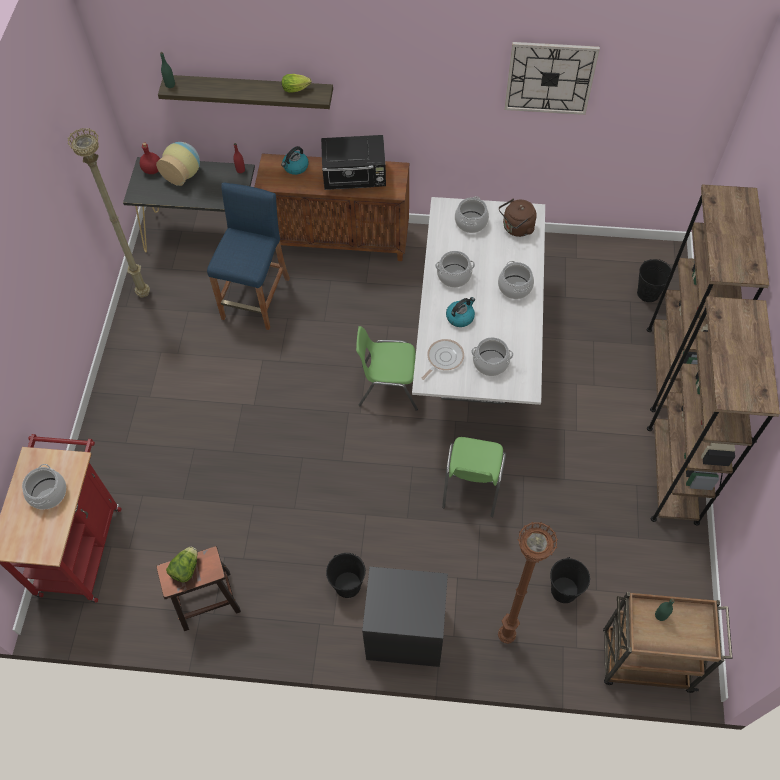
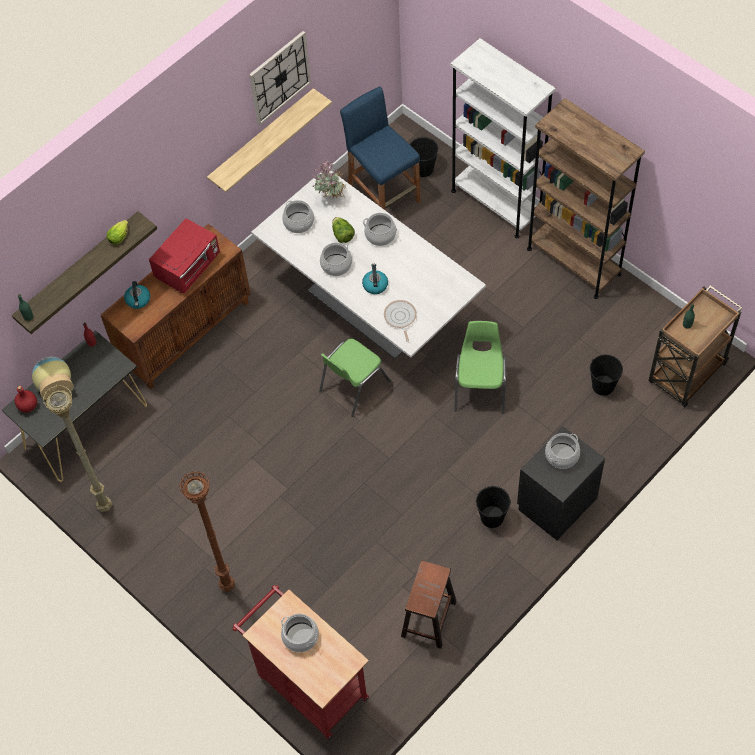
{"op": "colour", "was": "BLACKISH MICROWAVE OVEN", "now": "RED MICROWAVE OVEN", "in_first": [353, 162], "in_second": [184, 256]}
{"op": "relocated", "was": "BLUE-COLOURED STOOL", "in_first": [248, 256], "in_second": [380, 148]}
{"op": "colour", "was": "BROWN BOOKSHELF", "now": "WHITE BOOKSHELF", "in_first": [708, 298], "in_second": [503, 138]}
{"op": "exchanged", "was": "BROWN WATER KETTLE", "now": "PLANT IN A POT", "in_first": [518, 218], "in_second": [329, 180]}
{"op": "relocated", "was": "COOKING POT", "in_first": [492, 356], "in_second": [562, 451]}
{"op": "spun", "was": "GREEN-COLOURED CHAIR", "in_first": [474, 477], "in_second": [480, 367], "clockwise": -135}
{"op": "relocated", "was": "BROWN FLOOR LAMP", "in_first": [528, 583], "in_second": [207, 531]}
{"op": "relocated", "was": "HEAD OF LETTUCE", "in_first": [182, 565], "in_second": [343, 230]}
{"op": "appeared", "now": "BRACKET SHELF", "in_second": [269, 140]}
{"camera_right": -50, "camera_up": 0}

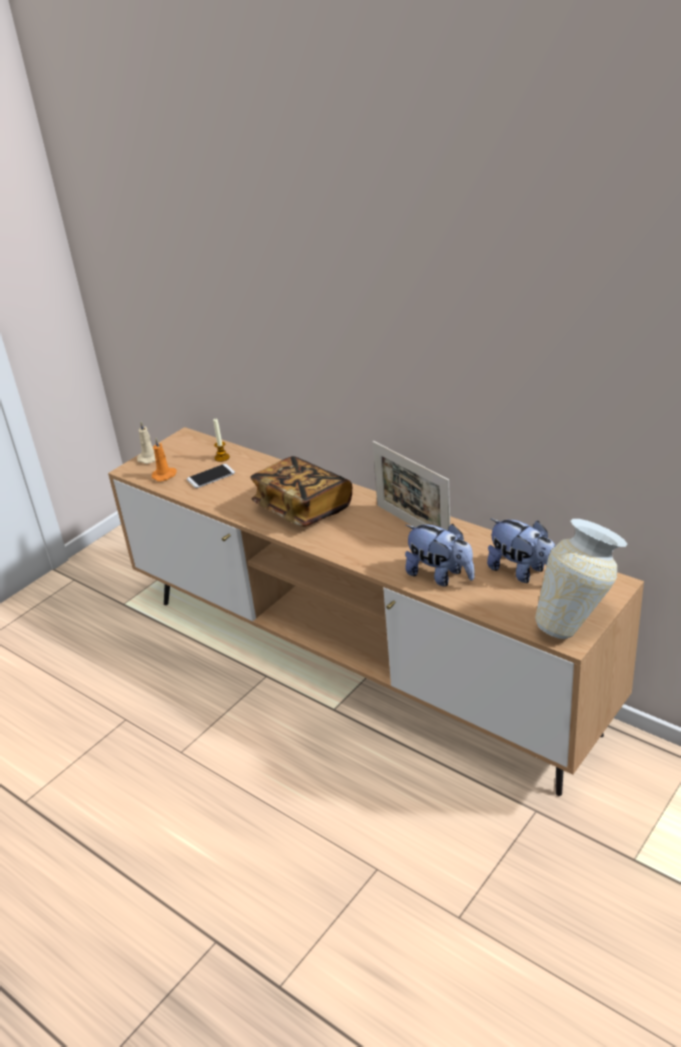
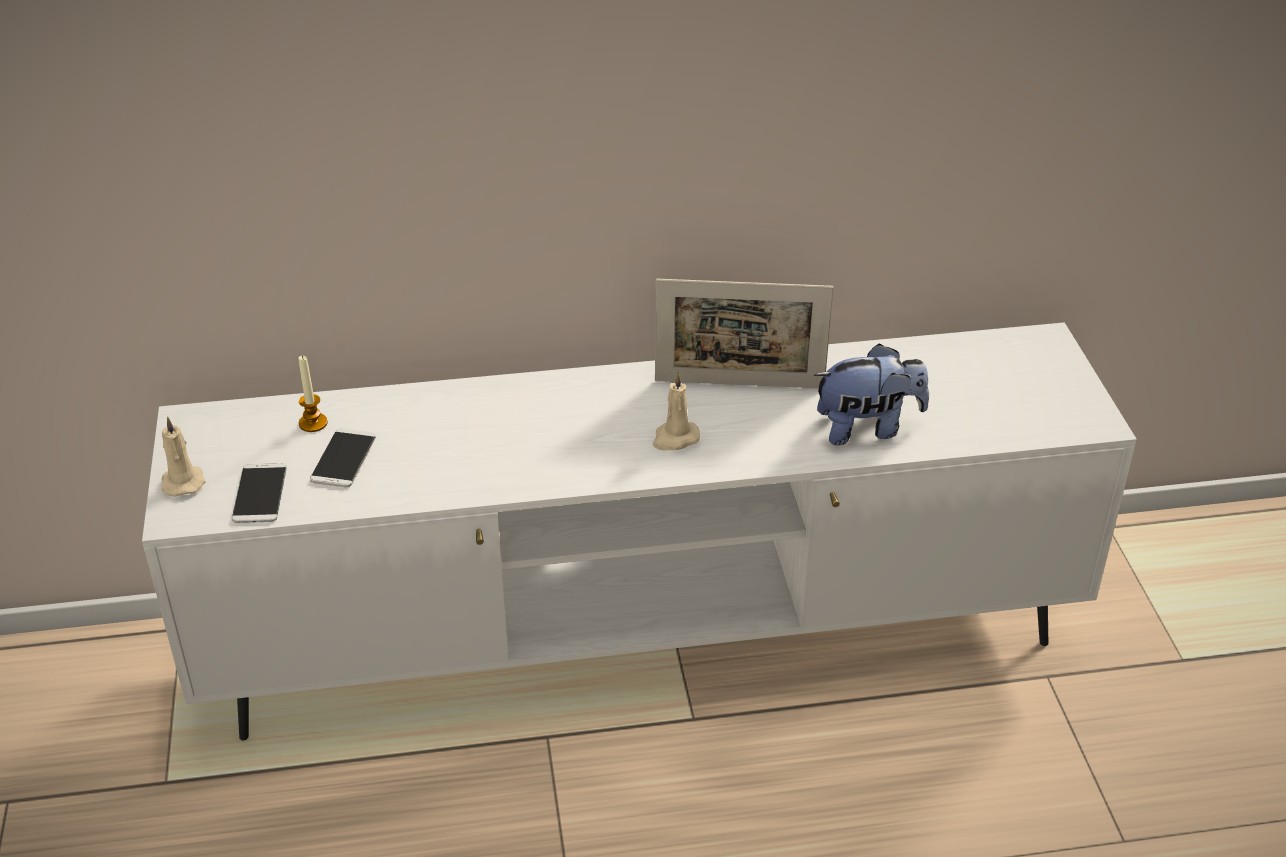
{"op": "colour", "was": "BROWN TV UNIT", "now": "WHITE TV UNIT", "in_first": [376, 611], "in_second": [639, 531]}
{"op": "exchanged", "was": "ORANGEY CANDLE", "now": "TELEPHONE", "in_first": [164, 460], "in_second": [259, 493]}
{"op": "missing", "was": "BOUND BOOK", "in_first": [301, 491]}
{"op": "missing", "was": "CUDDLY TOY", "in_first": [521, 551]}
{"op": "missing", "was": "VASE", "in_first": [581, 579]}
{"op": "appeared", "now": "BEIGE-COLOURED CANDLE", "in_second": [676, 411]}
{"camera_right": -50, "camera_up": 5}

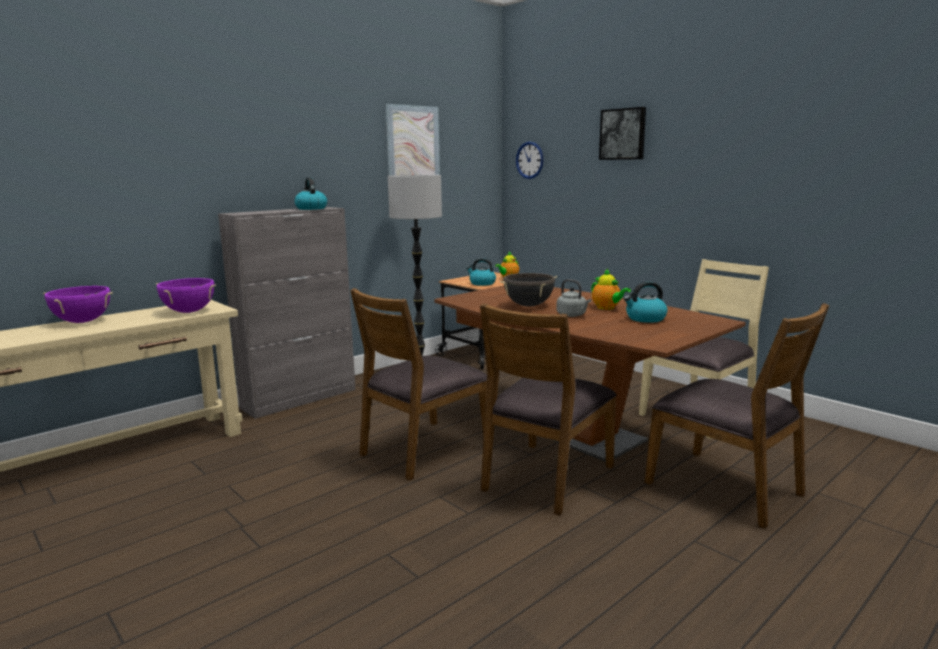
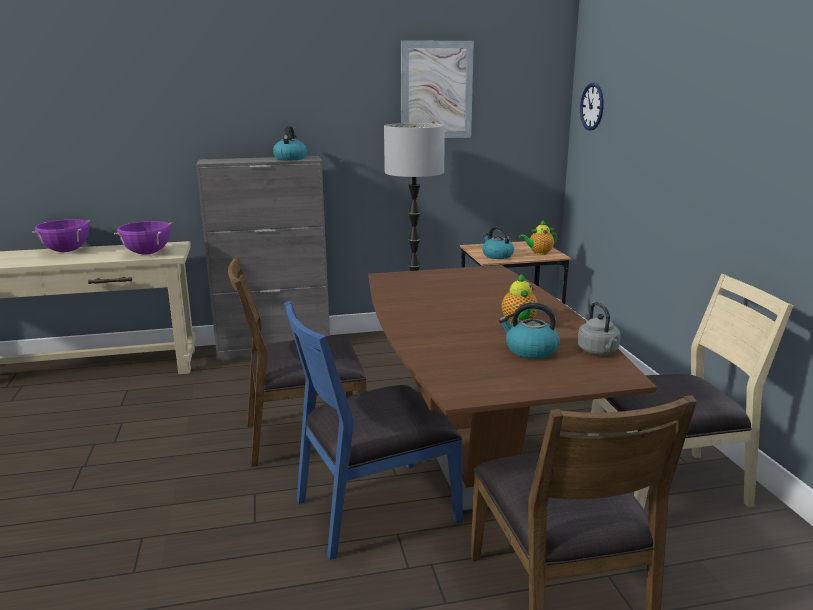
{"op": "missing", "was": "WALL PICTURE", "in_first": [622, 133]}
{"op": "missing", "was": "BLACKISH COOKING POT", "in_first": [528, 289]}
{"op": "relocated", "was": "GREY WATER KETTLE", "in_first": [573, 298], "in_second": [599, 328]}
{"op": "colour", "was": "BROWN CHAIR", "now": "BLUE-COLOURED CHAIR", "in_first": [548, 409], "in_second": [373, 430]}
{"camera_right": 30, "camera_up": 5}

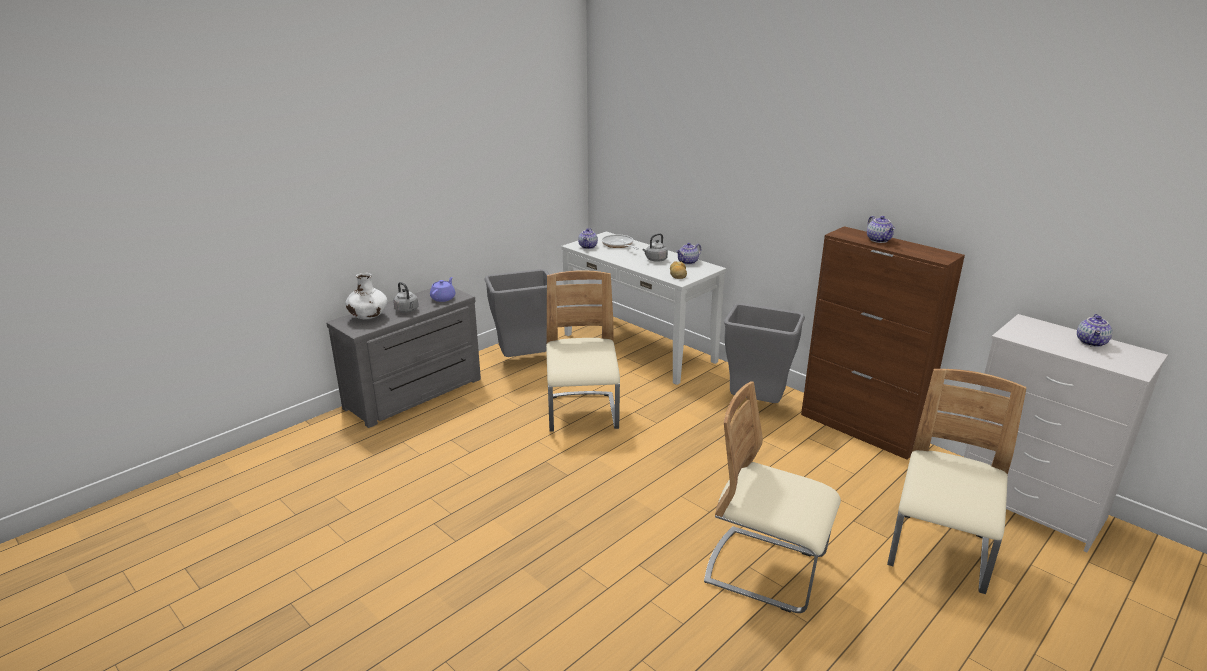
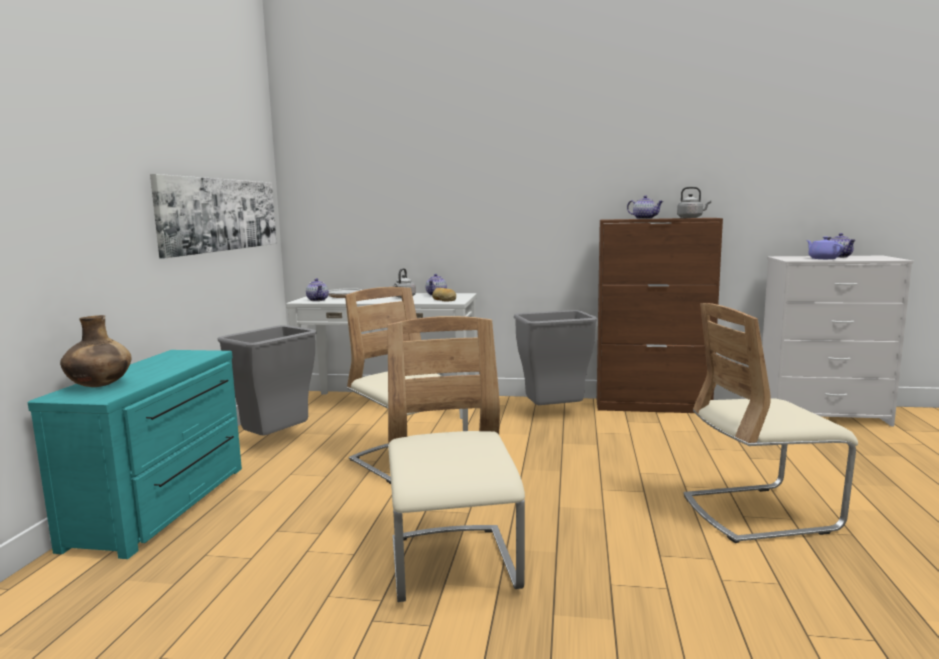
{"op": "colour", "was": "WHITE VASE", "now": "BROWN VASE", "in_first": [366, 296], "in_second": [96, 351]}
{"op": "relocated", "was": "PURPLE-COLOURED POT FOR TEA", "in_first": [442, 289], "in_second": [824, 247]}
{"op": "relocated", "was": "GREY WATER KETTLE", "in_first": [406, 297], "in_second": [694, 202]}
{"op": "colour", "was": "GREY CHEST OF DRAWERS", "now": "TURQUOISE CHEST OF DRAWERS", "in_first": [404, 358], "in_second": [135, 454]}
{"op": "relocated", "was": "BEIGE-COLOURED CHAIR", "in_first": [956, 481], "in_second": [456, 459]}
{"op": "appeared", "now": "WALL PICTURE", "in_second": [213, 216]}
{"camera_right": -35, "camera_up": -15}

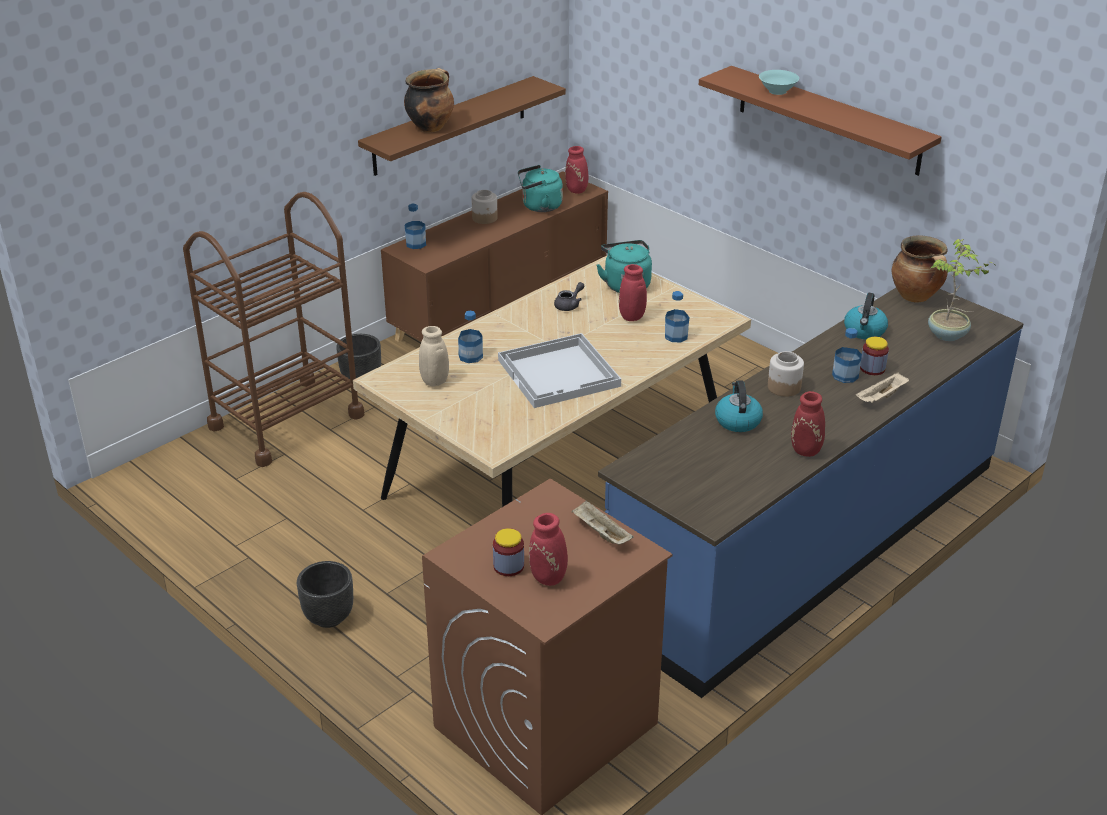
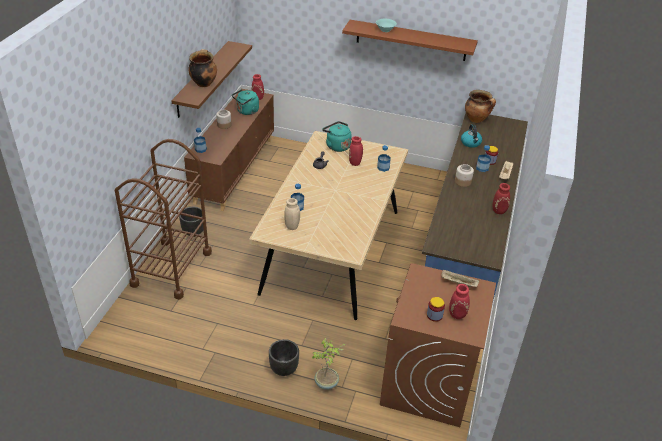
{"op": "relocated", "was": "PLANT IN A POT", "in_first": [962, 290], "in_second": [328, 364]}
{"op": "missing", "was": "WHITE TRAY", "in_first": [559, 370]}
{"op": "missing", "was": "WATER KETTLE", "in_first": [739, 406]}
{"camera_right": -30, "camera_up": 5}

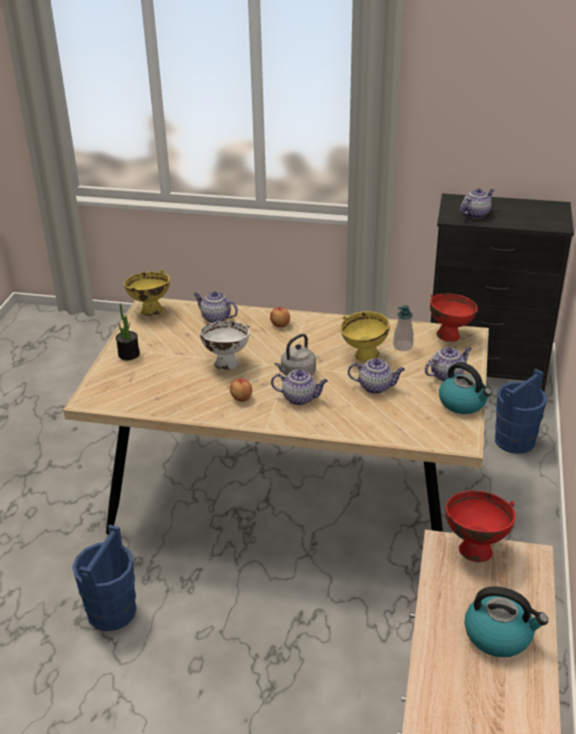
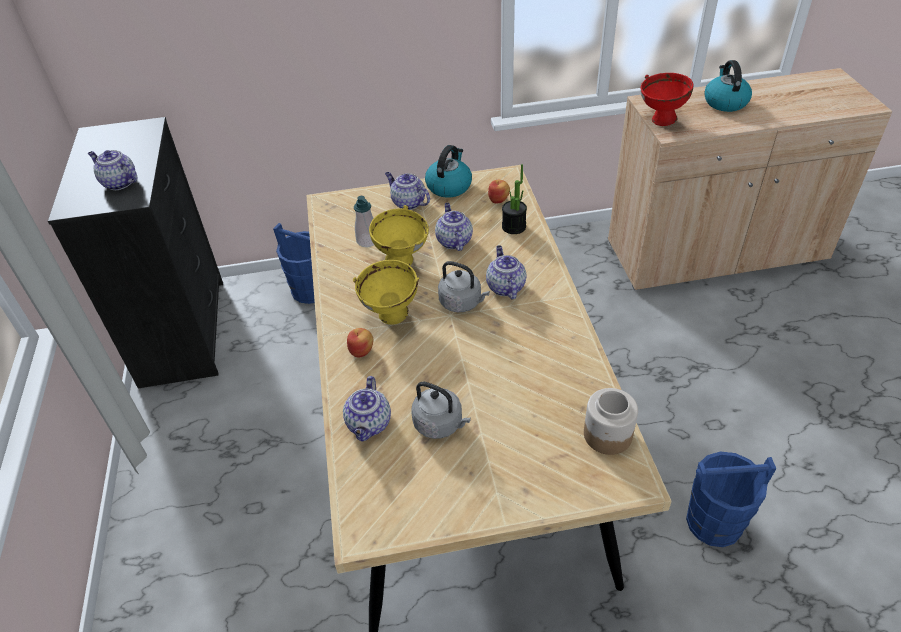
{"op": "relocated", "was": "YELLOWISH SERVING BOWL", "in_first": [147, 292], "in_second": [386, 292]}
{"op": "missing", "was": "RED SERVING BOWL", "in_first": [454, 317]}
{"op": "relocated", "was": "PLANT IN A POT", "in_first": [128, 331], "in_second": [514, 199]}
{"op": "missing", "was": "WHITE SERVING BOWL", "in_first": [225, 345]}
{"op": "relocated", "was": "APPLE FRUIT", "in_first": [241, 390], "in_second": [499, 192]}
{"op": "appeared", "now": "GREY WATER KETTLE", "in_second": [441, 410]}
{"op": "appeared", "now": "STORAGE JAR", "in_second": [611, 421]}
{"camera_right": -110, "camera_up": 10}

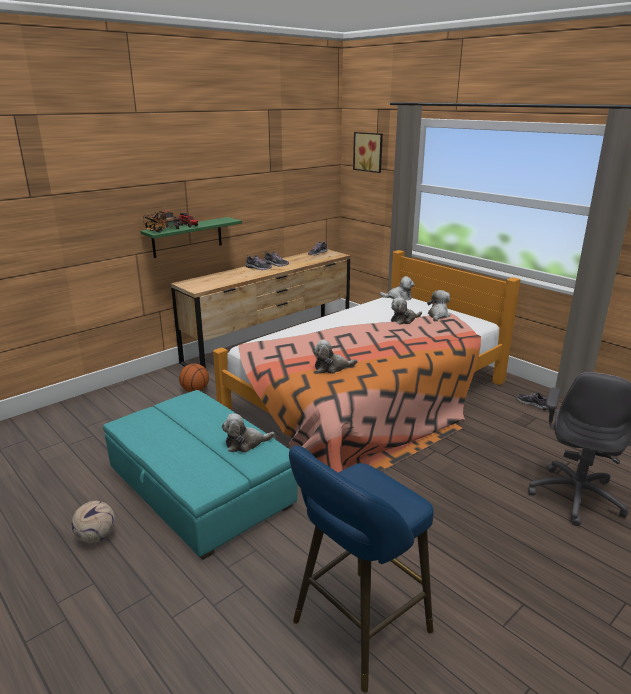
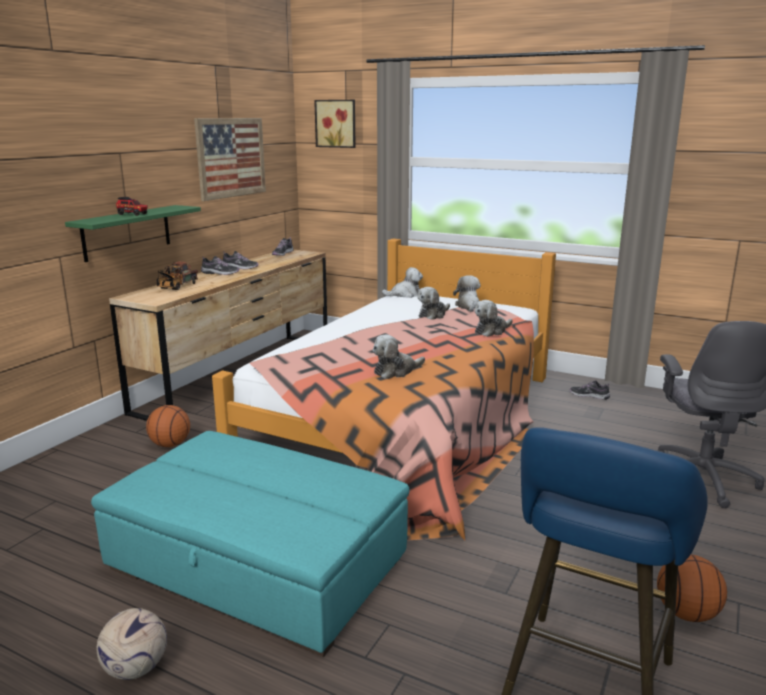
{"op": "relocated", "was": "MODEL TRUCK", "in_first": [162, 221], "in_second": [177, 276]}
{"op": "relocated", "was": "CUDDLY TOY", "in_first": [248, 432], "in_second": [493, 318]}
{"op": "appeared", "now": "WALL PICTURE", "in_second": [230, 159]}
{"op": "appeared", "now": "BASKETBALL", "in_second": [692, 588]}
{"camera_right": -20, "camera_up": -5}

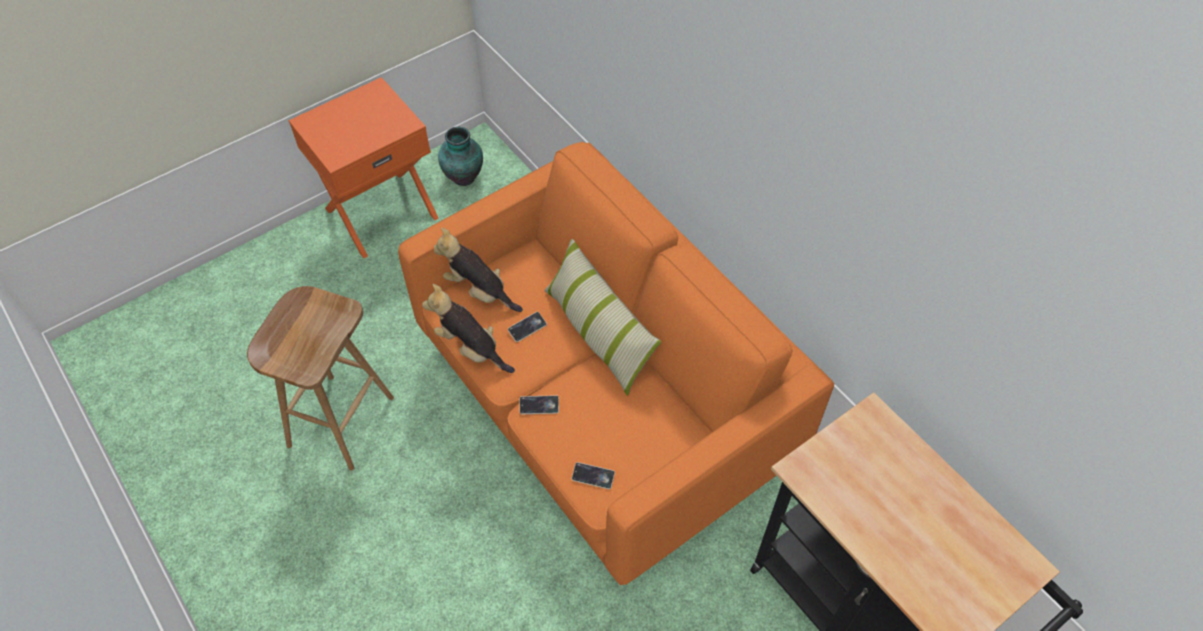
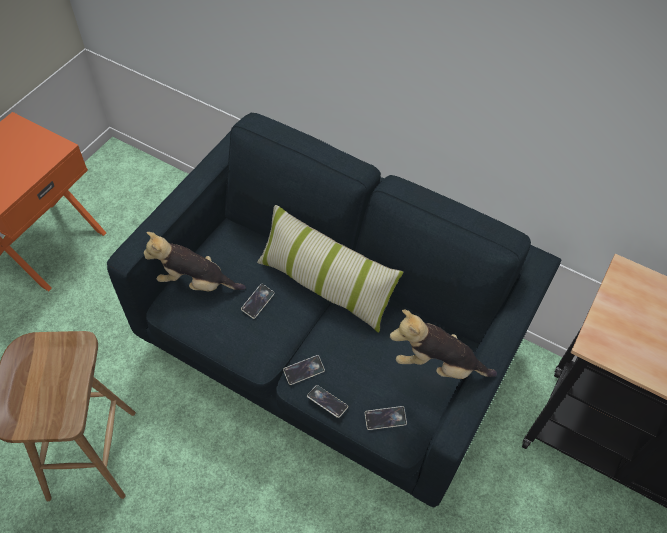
{"op": "missing", "was": "VASE", "in_first": [460, 156]}
{"op": "colour", "was": "ORANGEY SETTEE", "now": "BLUE-COLOURED SETTEE", "in_first": [616, 363], "in_second": [334, 310]}
{"op": "relocated", "was": "CUDDLY TOY", "in_first": [468, 328], "in_second": [443, 344]}
{"op": "appeared", "now": "TELEPHONE", "in_second": [327, 401]}
{"camera_right": -25, "camera_up": 0}

